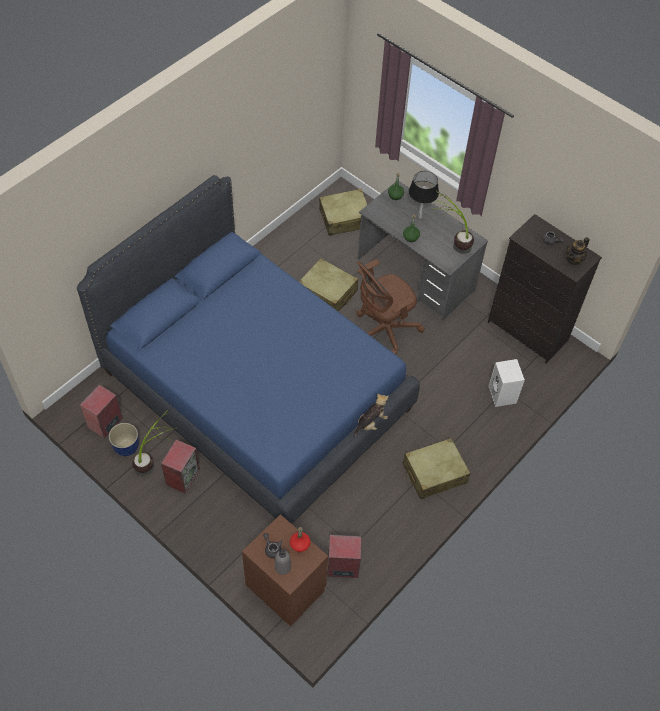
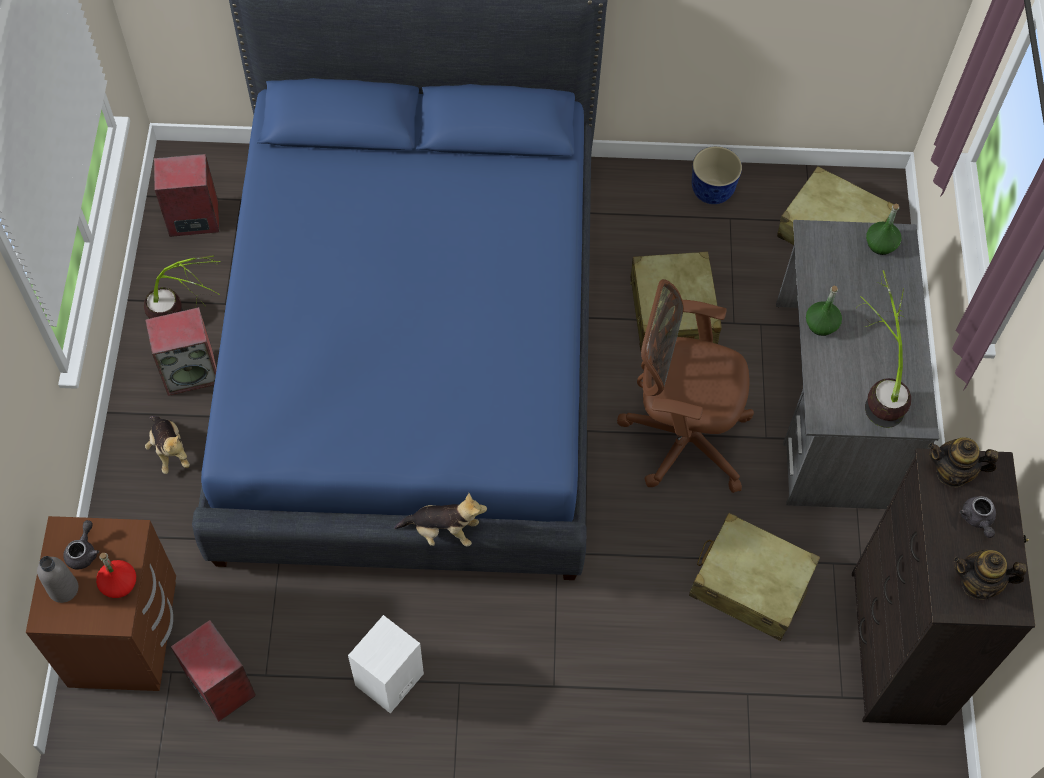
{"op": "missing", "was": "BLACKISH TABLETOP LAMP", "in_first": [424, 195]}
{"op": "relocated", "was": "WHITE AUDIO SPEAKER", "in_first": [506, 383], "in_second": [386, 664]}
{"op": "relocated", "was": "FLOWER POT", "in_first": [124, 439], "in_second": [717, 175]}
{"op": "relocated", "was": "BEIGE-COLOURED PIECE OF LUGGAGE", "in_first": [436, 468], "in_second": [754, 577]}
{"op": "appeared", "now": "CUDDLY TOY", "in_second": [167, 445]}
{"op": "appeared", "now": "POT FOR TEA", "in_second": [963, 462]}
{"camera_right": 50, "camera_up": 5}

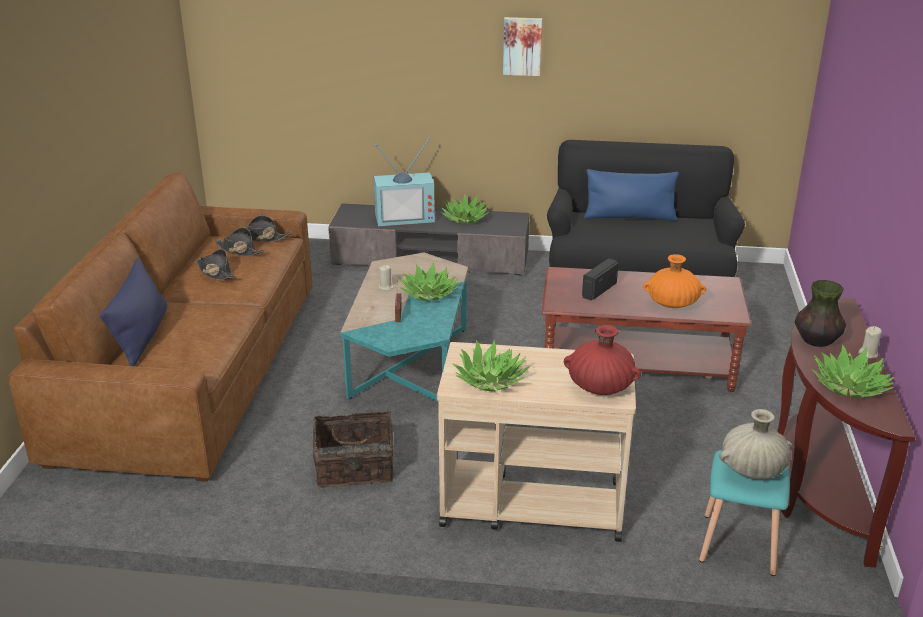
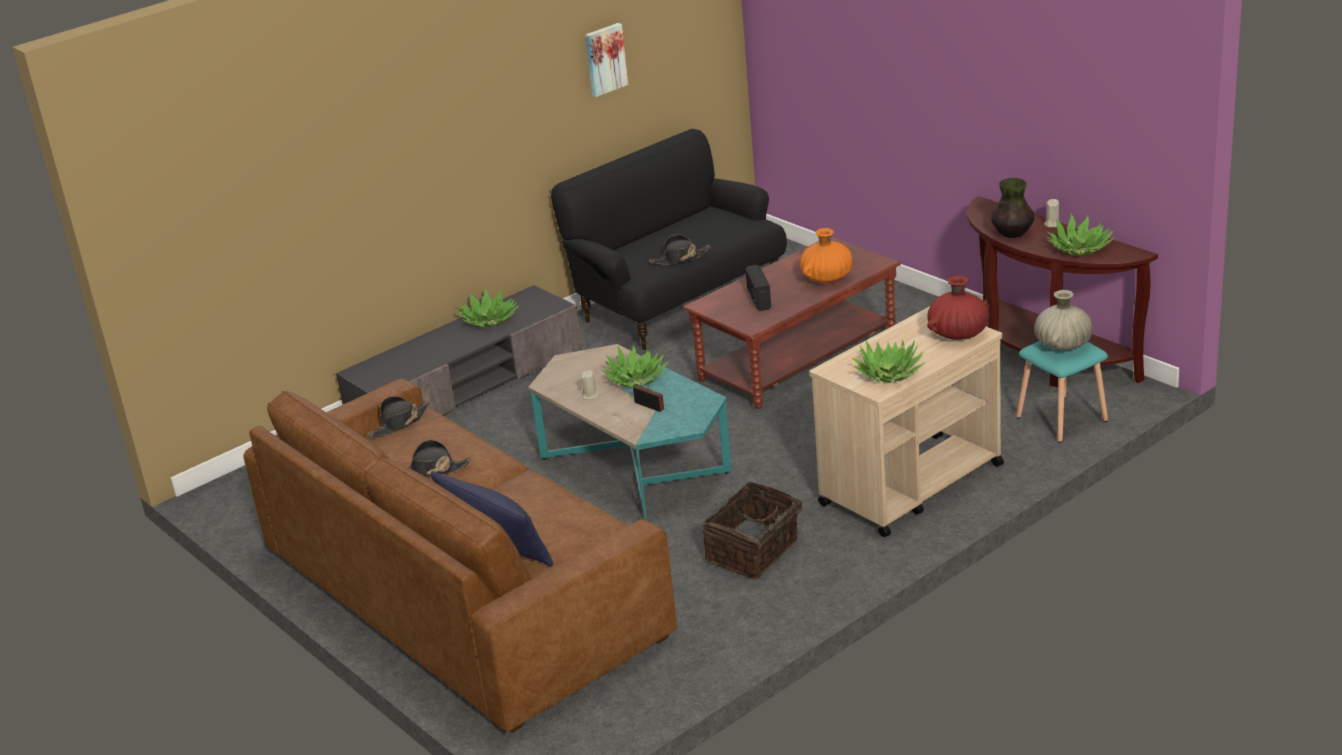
{"op": "relocated", "was": "WALL PICTURE", "in_first": [522, 46], "in_second": [606, 60]}
{"op": "missing", "was": "TELEVISION", "in_first": [404, 181]}
{"op": "missing", "was": "BLUE-COLOURED THROW PILLOW", "in_first": [631, 195]}
{"op": "relocated", "was": "BLACKISH WEARABLE HAT", "in_first": [240, 242], "in_second": [680, 249]}
{"camera_right": -45, "camera_up": 0}

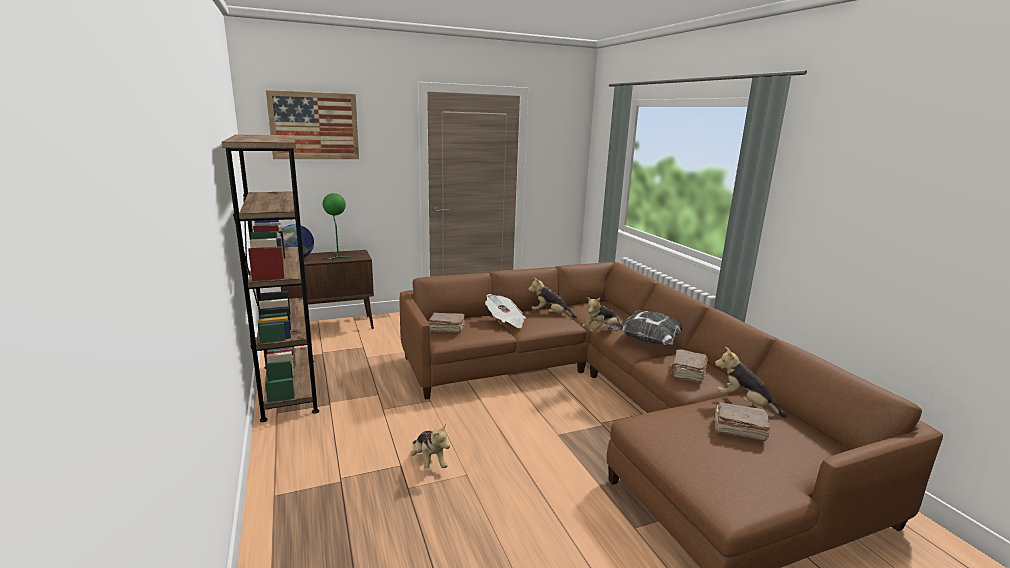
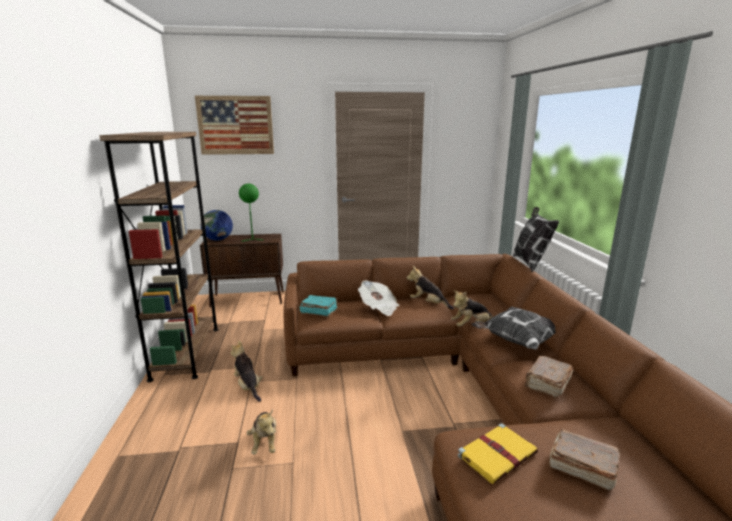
{"op": "colour", "was": "BROWN BOUND BOOK", "now": "TURQUOISE BOUND BOOK", "in_first": [446, 322], "in_second": [318, 305]}
{"op": "relocated", "was": "CUDDLY TOY", "in_first": [751, 382], "in_second": [246, 371]}
{"op": "appeared", "now": "THROW PILLOW", "in_second": [536, 239]}
{"op": "appeared", "now": "YELLOWISH BOUND BOOK", "in_second": [498, 453]}
{"camera_right": 15, "camera_up": 0}

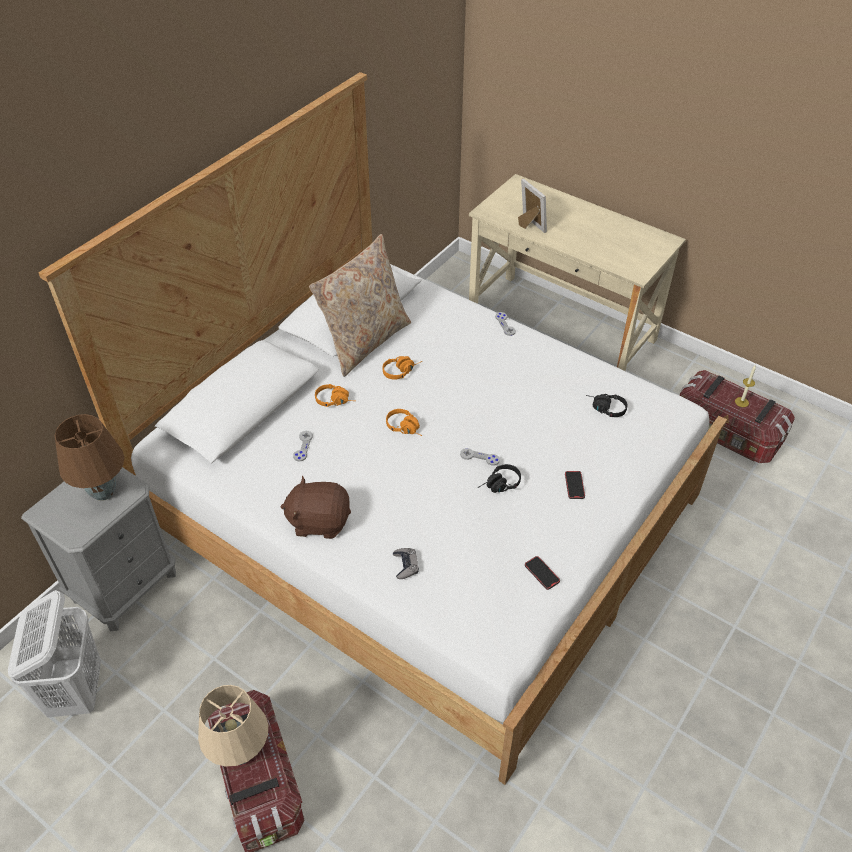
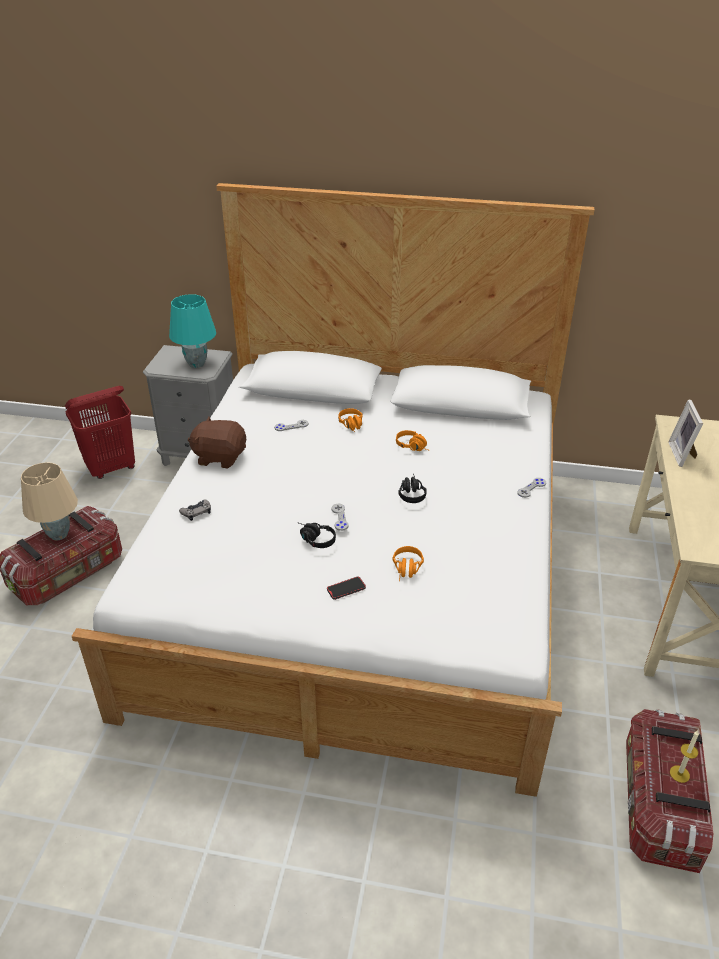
{"op": "spun", "was": "PICTURE FRAME", "in_first": [532, 206], "in_second": [685, 433], "clockwise": 150}
{"op": "missing", "was": "BEIGE-COLOURED THROW PILLOW", "in_first": [360, 305]}
{"op": "relocated", "was": "BLACKISH HEADSET", "in_first": [606, 405], "in_second": [412, 488]}
{"op": "relocated", "was": "ORANGEY HEADSET", "in_first": [404, 422], "in_second": [408, 563]}
{"op": "colour", "was": "BROWN TABLETOP LAMP", "now": "TURQUOISE TABLETOP LAMP", "in_first": [89, 457], "in_second": [192, 331]}
{"op": "spun", "was": "BROWN CUDDLY TOY", "in_first": [315, 507], "in_second": [217, 442], "clockwise": -60}
{"op": "missing", "was": "TELEPHONE", "in_first": [542, 573]}
{"op": "colour", "was": "WHITE HAMPER", "now": "RED HAMPER", "in_first": [54, 653], "in_second": [100, 432]}
{"camera_right": 65, "camera_up": -10}

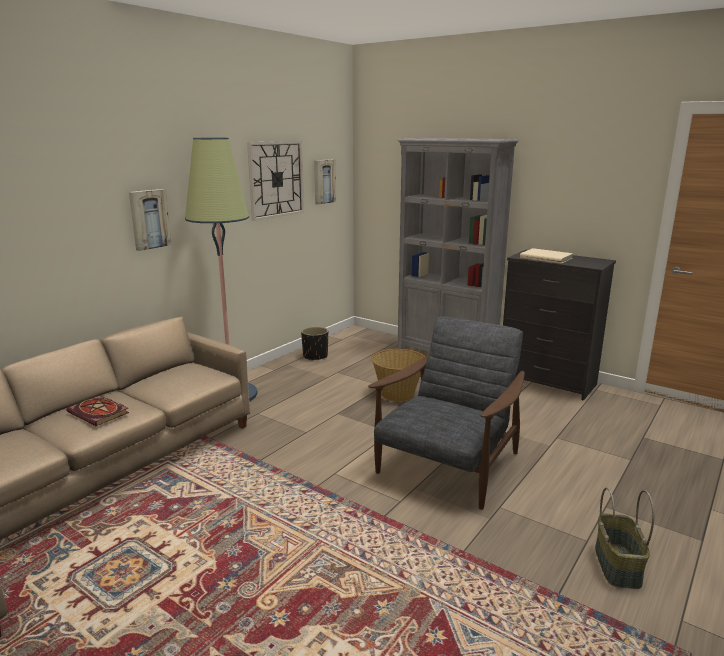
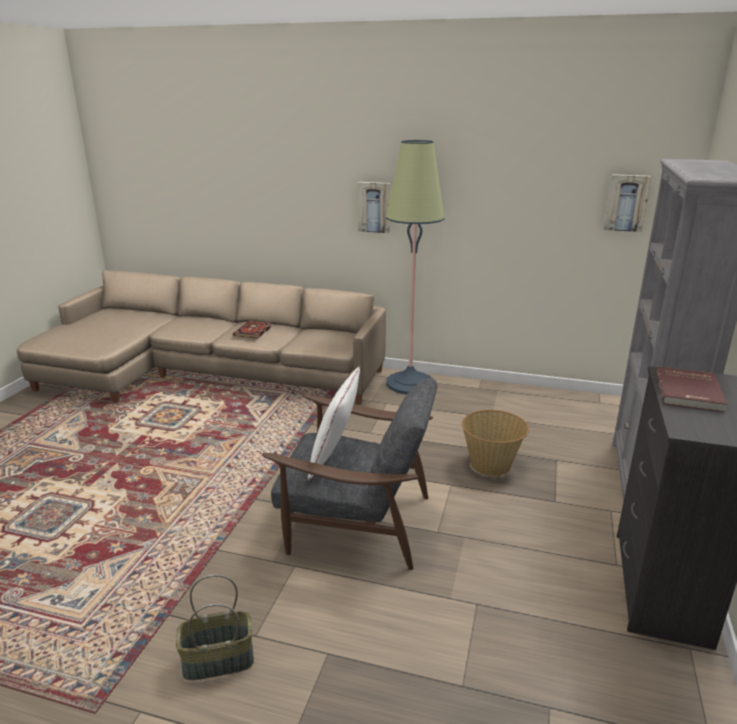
{"op": "missing", "was": "CLOCK ON THE WALL", "in_first": [275, 181]}
{"op": "colour", "was": "BEIGE-COLOURED BOUND BOOK", "now": "RED BOUND BOOK", "in_first": [546, 256], "in_second": [691, 389]}
{"op": "missing", "was": "BLACKISH FLOWER POT", "in_first": [314, 343]}
{"op": "appeared", "now": "WHITE THROW PILLOW", "in_second": [334, 423]}
{"camera_right": 70, "camera_up": 5}

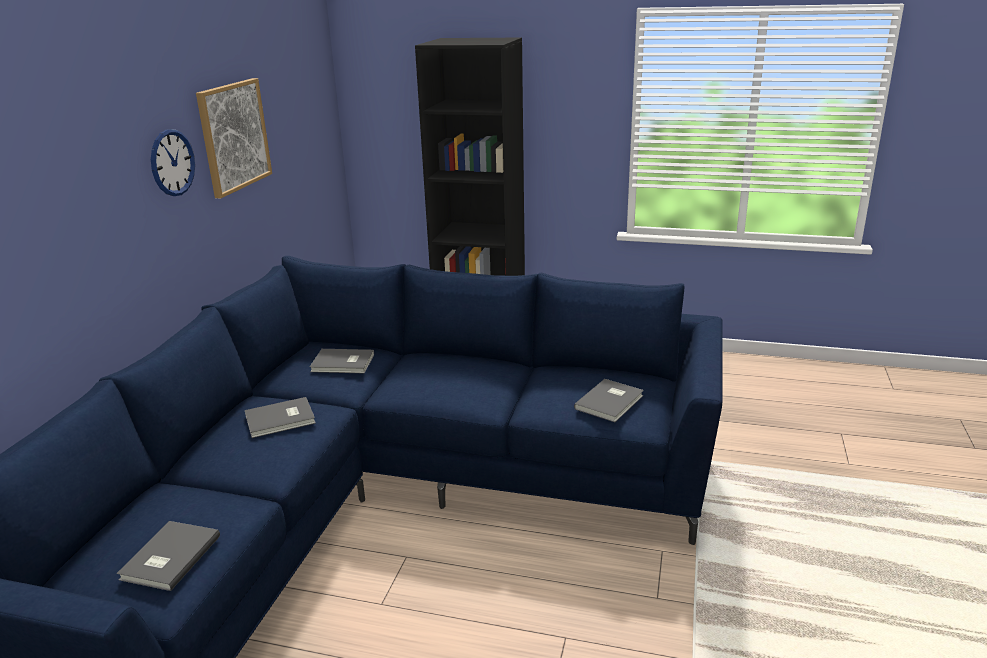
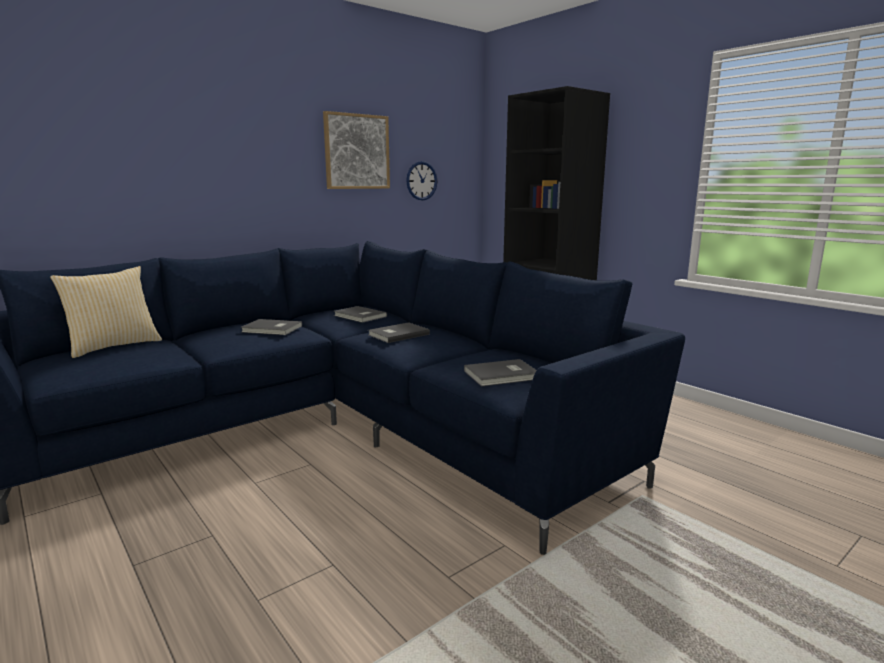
{"op": "relocated", "was": "CLOCK ON THE WALL", "in_first": [173, 162], "in_second": [421, 181]}
{"op": "relocated", "was": "GREY BOUND BOOK", "in_first": [168, 556], "in_second": [399, 332]}
{"op": "appeared", "now": "THROW PILLOW", "in_second": [106, 312]}
{"camera_right": 35, "camera_up": -10}

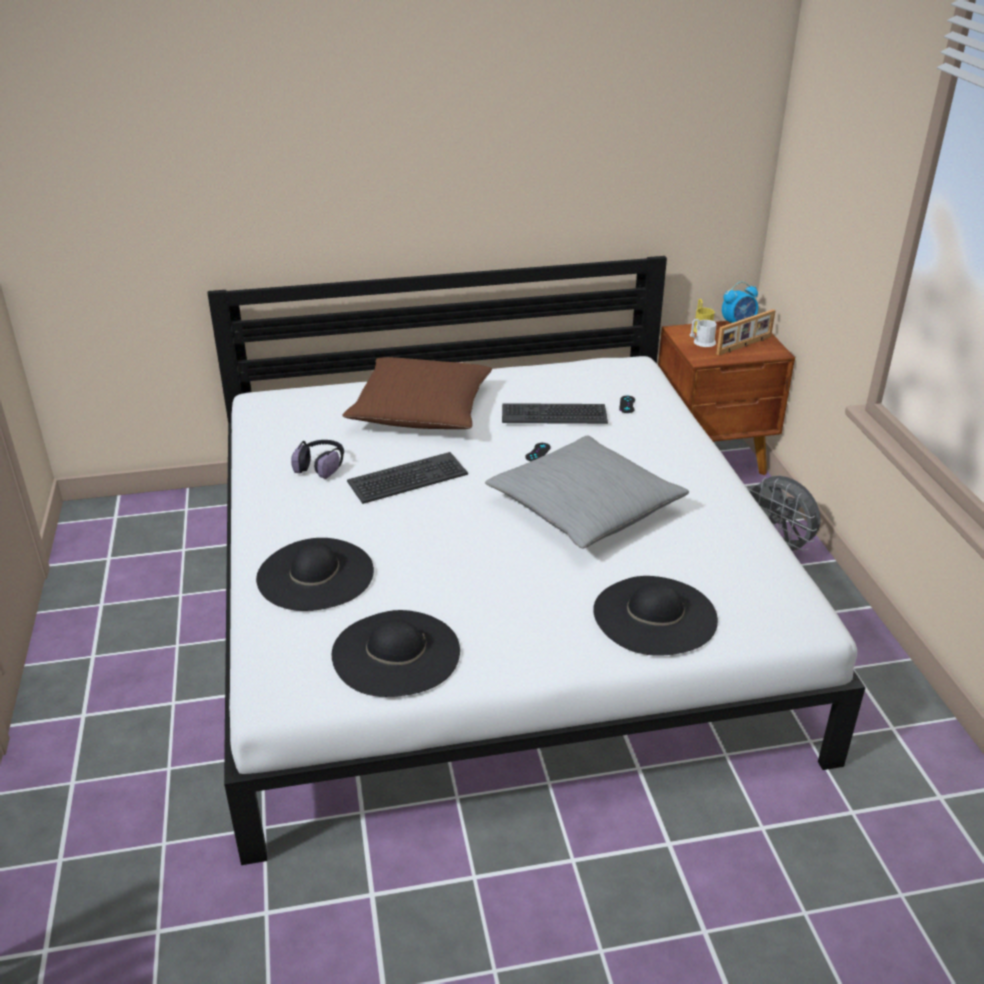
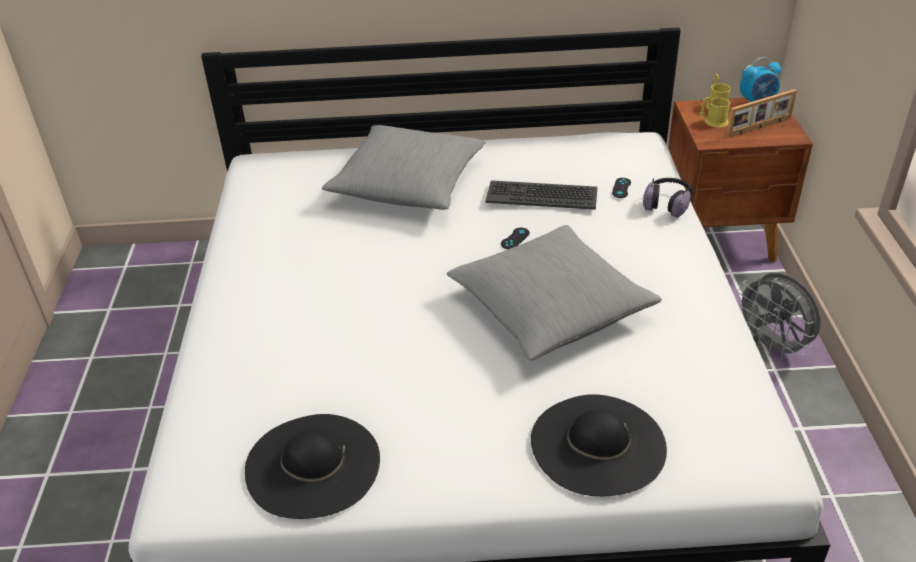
{"op": "colour", "was": "WHITE MUG", "now": "YELLOWISH MUG", "in_first": [703, 333], "in_second": [715, 112]}
{"op": "colour", "was": "BROWN THROW PILLOW", "now": "GREY THROW PILLOW", "in_first": [417, 393], "in_second": [404, 167]}
{"op": "relocated", "was": "HEADSET", "in_first": [317, 459], "in_second": [668, 198]}
{"op": "missing", "was": "PC KEYBOARD", "in_first": [407, 478]}
{"op": "missing", "was": "BLACKISH WEARABLE HAT", "in_first": [315, 574]}
{"camera_right": 10, "camera_up": 5}

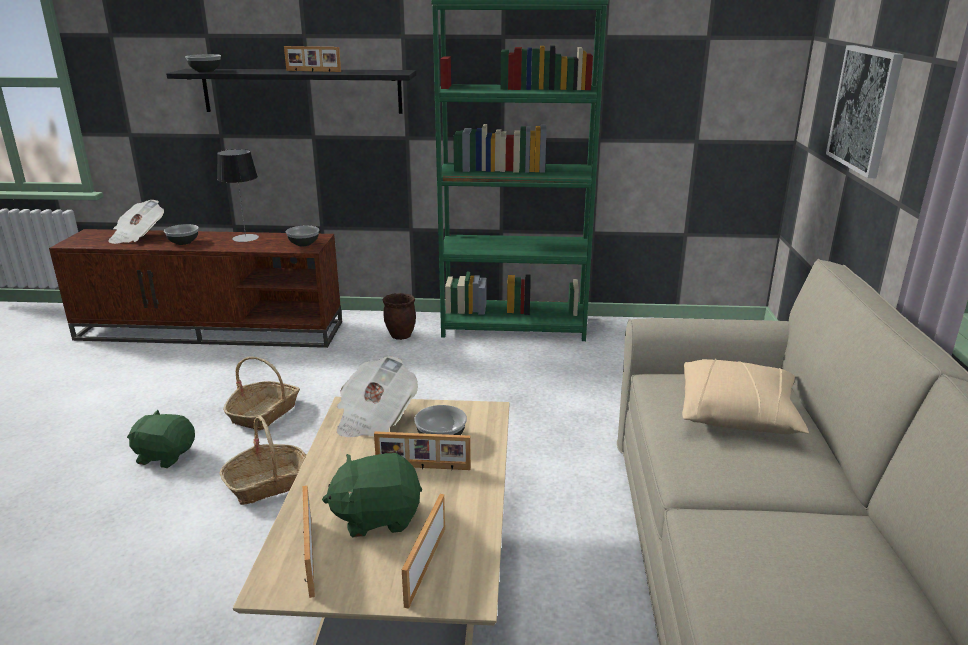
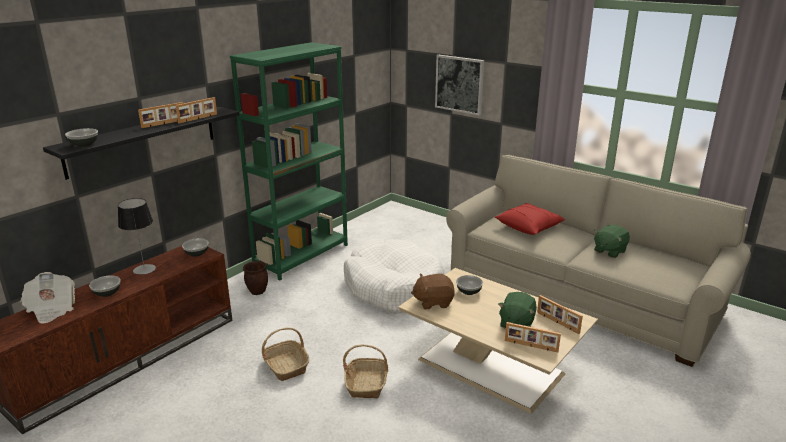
{"op": "exchanged", "was": "PRINTED PAPER", "now": "BROWN CUDDLY TOY", "in_first": [377, 396], "in_second": [433, 291]}
{"op": "colour", "was": "BEIGE-COLOURED THROW PILLOW", "now": "RED THROW PILLOW", "in_first": [745, 396], "in_second": [530, 219]}
{"op": "relocated", "was": "GREEN-COLOURED CUDDLY TOY", "in_first": [161, 439], "in_second": [612, 241]}
{"op": "relocated", "was": "PICTURE FRAME", "in_first": [422, 450], "in_second": [196, 110]}
{"op": "appeared", "now": "WHITE PET BED", "in_second": [394, 276]}
{"camera_right": -55, "camera_up": 0}

